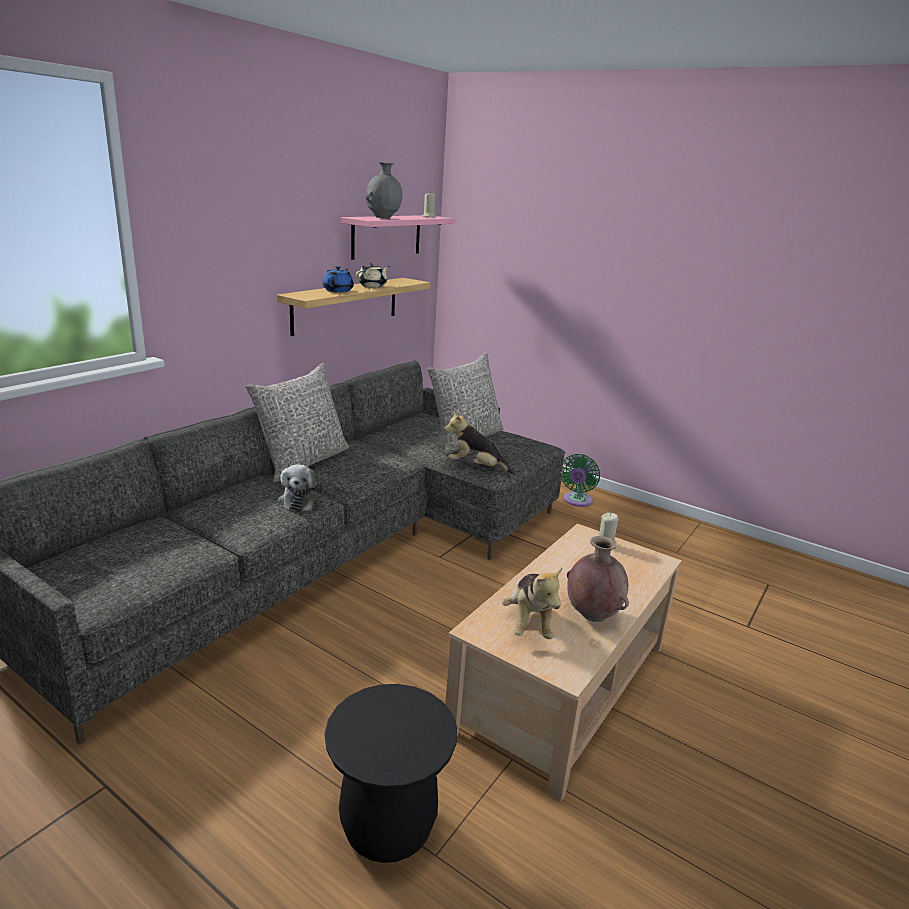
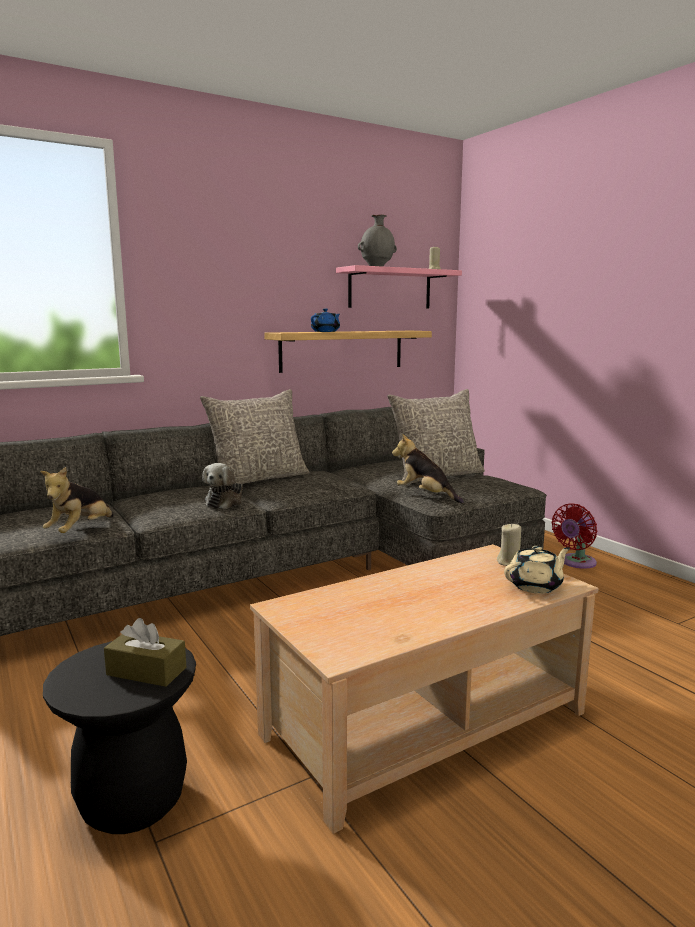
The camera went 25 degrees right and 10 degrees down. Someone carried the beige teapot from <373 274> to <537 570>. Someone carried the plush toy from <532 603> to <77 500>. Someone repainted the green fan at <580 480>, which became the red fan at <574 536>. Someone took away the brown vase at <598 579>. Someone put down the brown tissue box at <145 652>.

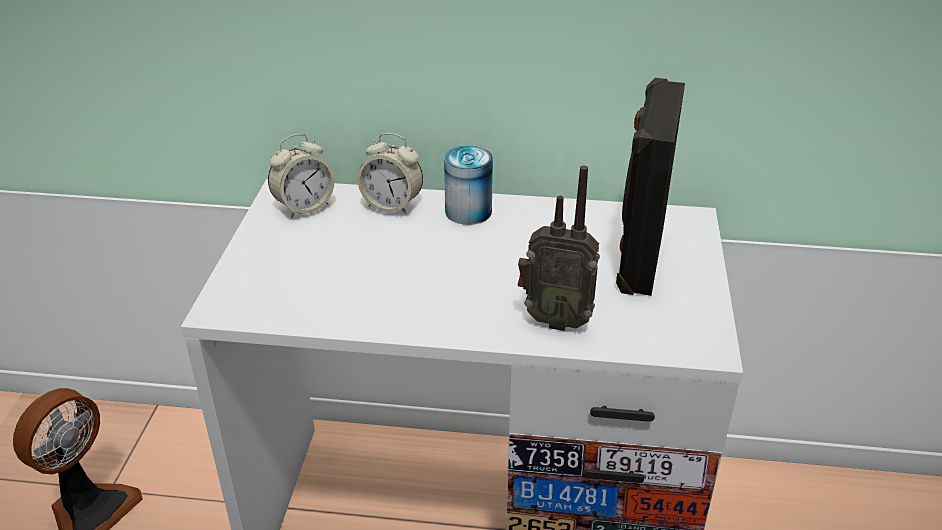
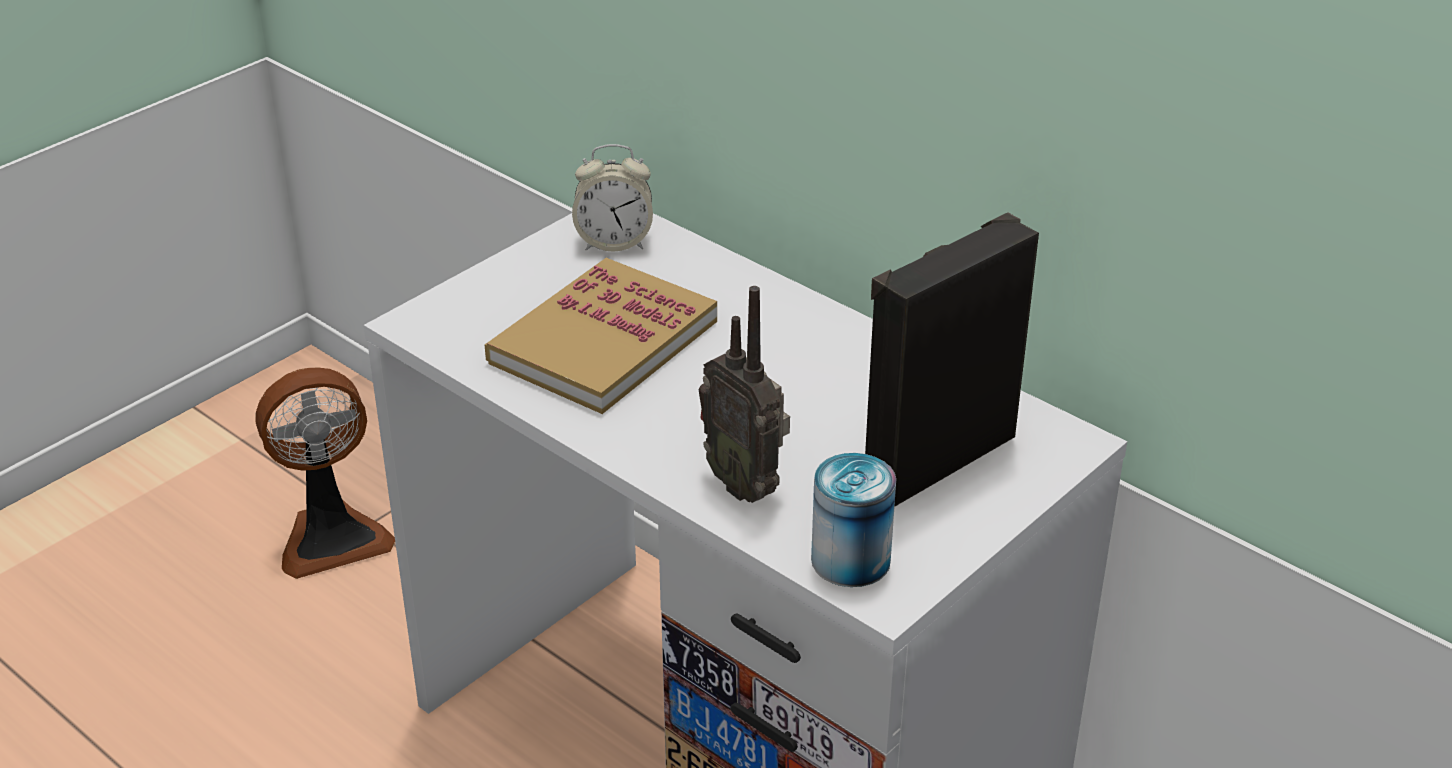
The camera went 35 degrees right and 0 degrees up. Someone took away the alarm clock at <390 174>. Someone carried the can from <468 185> to <853 520>. Someone put down the book at <601 336>.

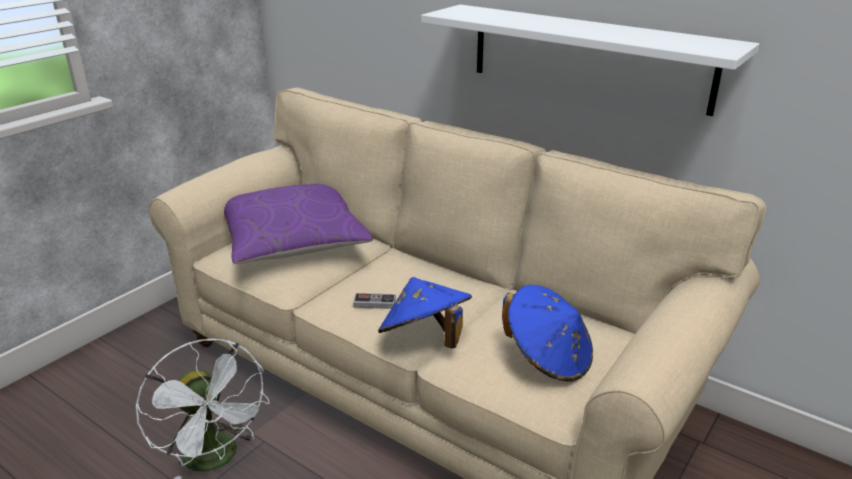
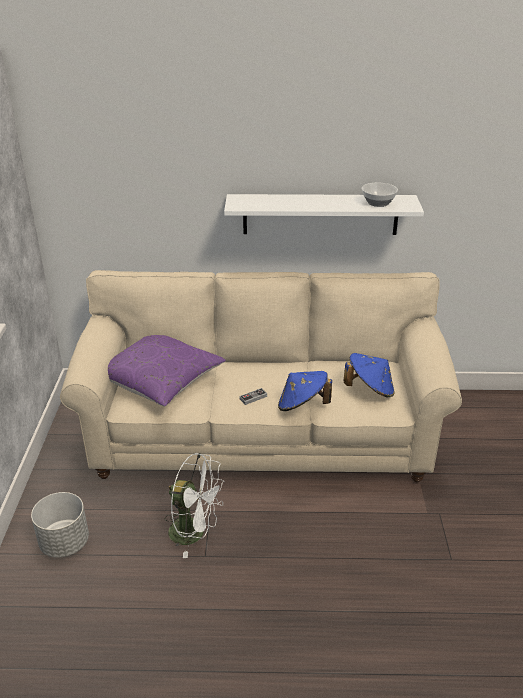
The camera went 35 degrees left and 5 degrees up. Someone put down the grey planter at <60 525>. Someone put down the bowl at <380 195>.

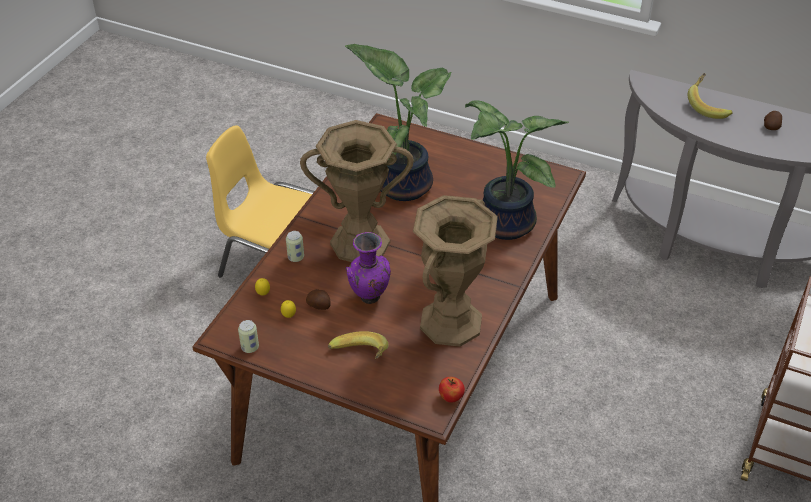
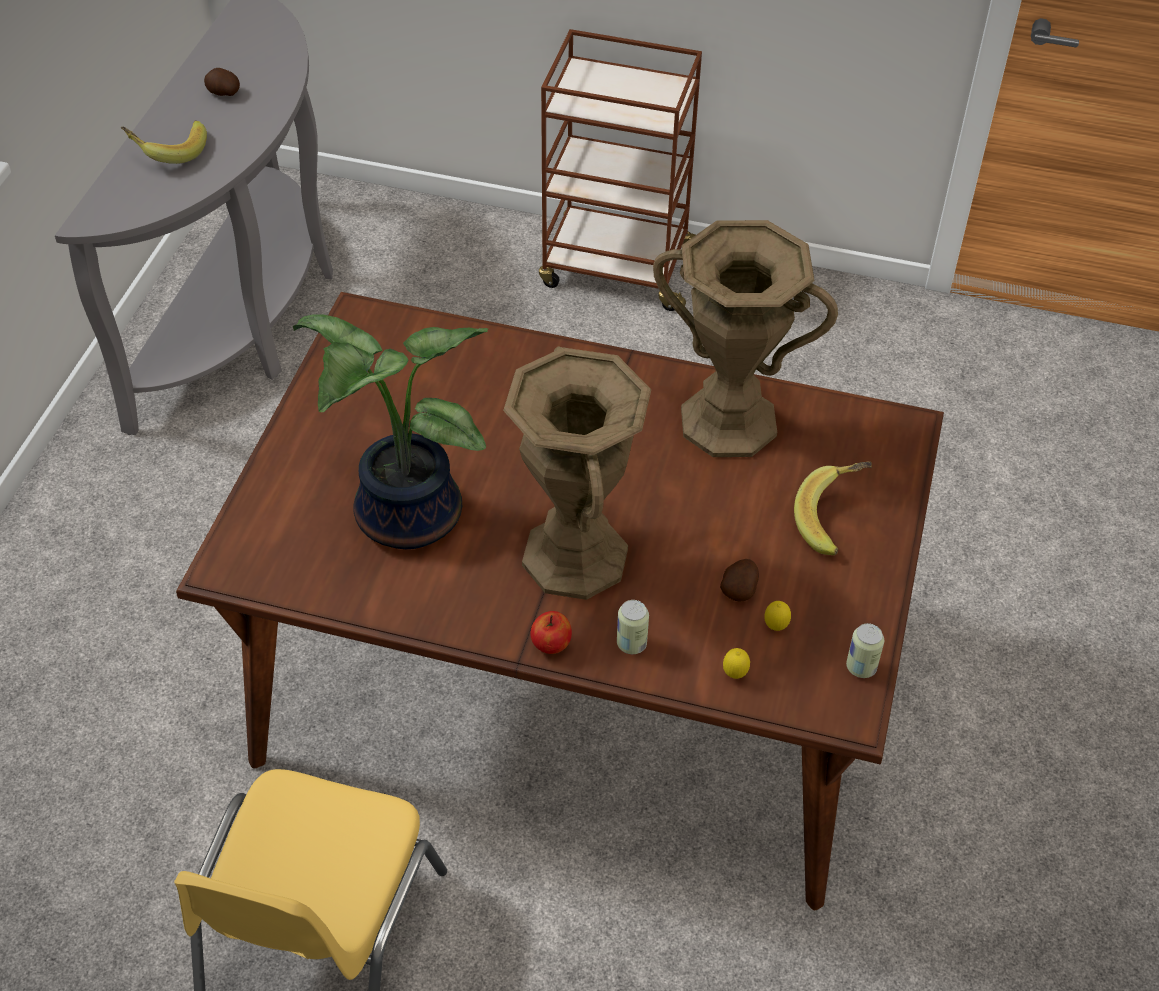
The camera went 100 degrees left and 5 degrees up. Someone took away the purple vase at <368 268>. Someone carried the apple from <452 390> to <551 632>. Someone took away the potted plant at <517 170>.

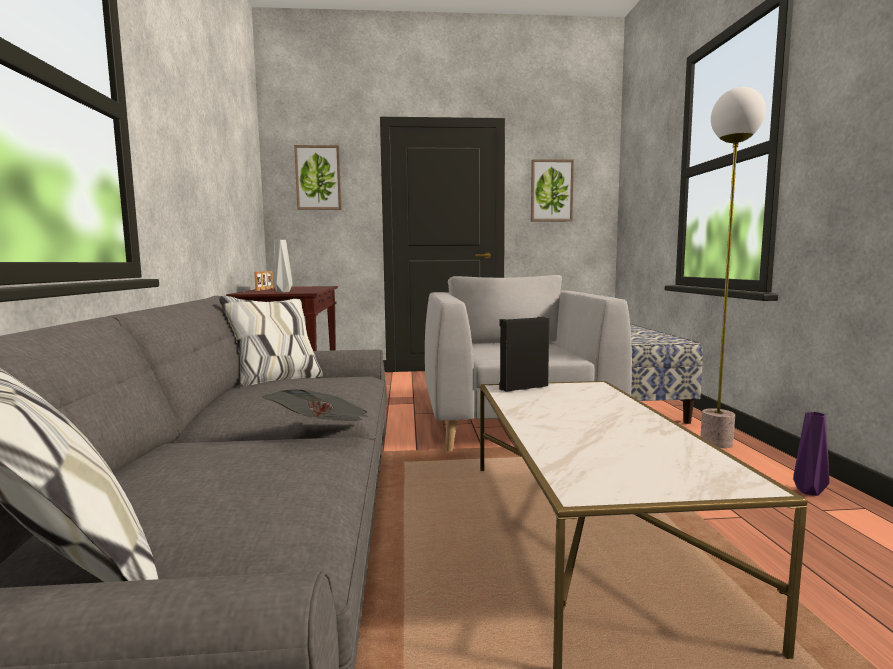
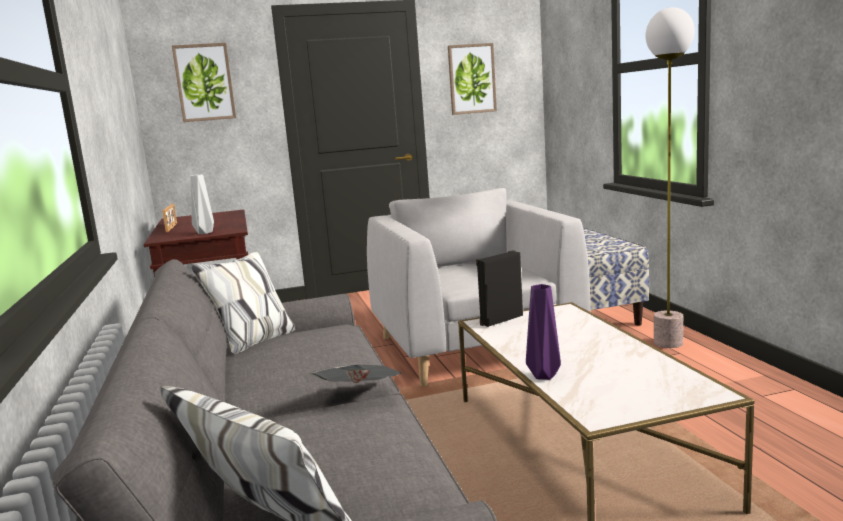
The camera went 10 degrees left and 5 degrees up. Someone carried the purple vase from <811 454> to <543 332>.

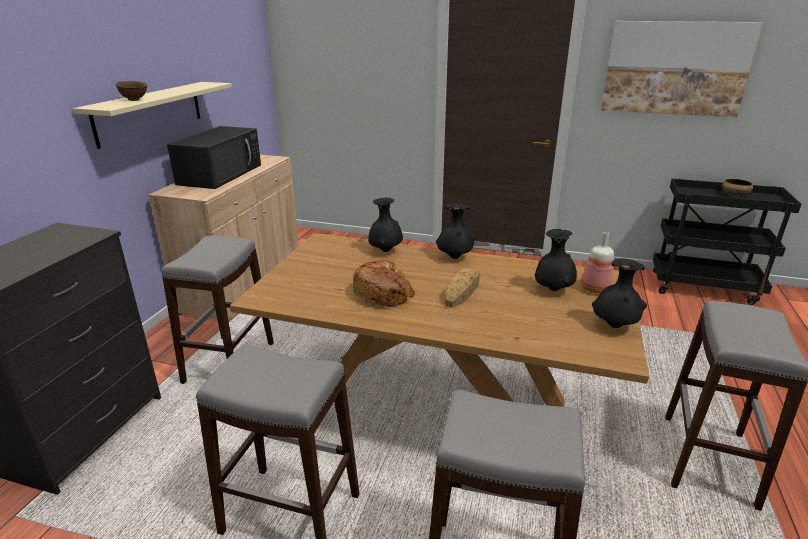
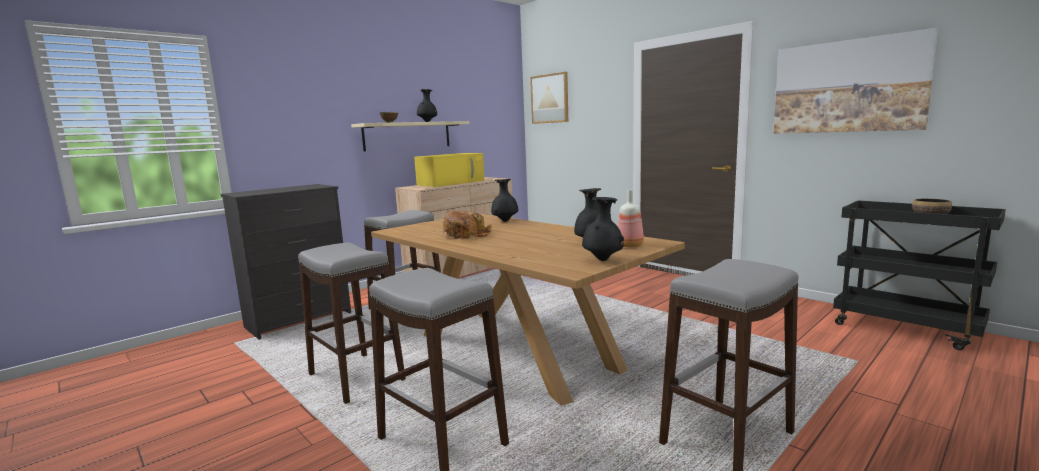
The camera went 30 degrees right and 15 degrees down. Someone repainted the black microwave at <214 157>, which became the yellow microwave at <449 170>. Someone carried the black vase from <456 231> to <427 105>. Someone took away the bread at <462 288>. Someone put up the picture at <549 98>.

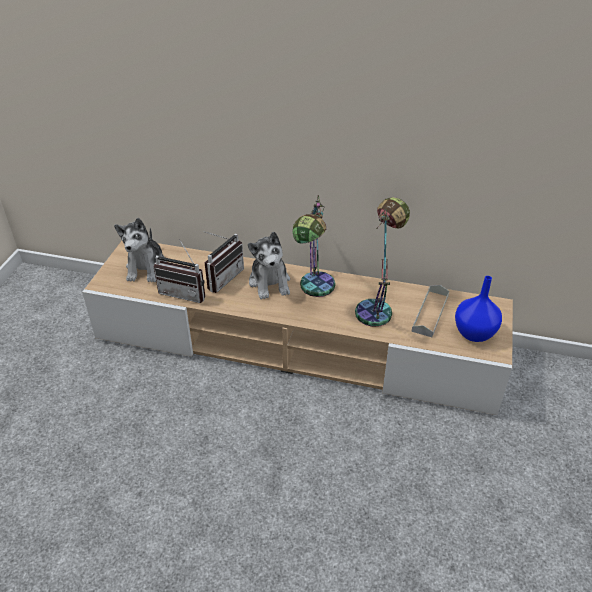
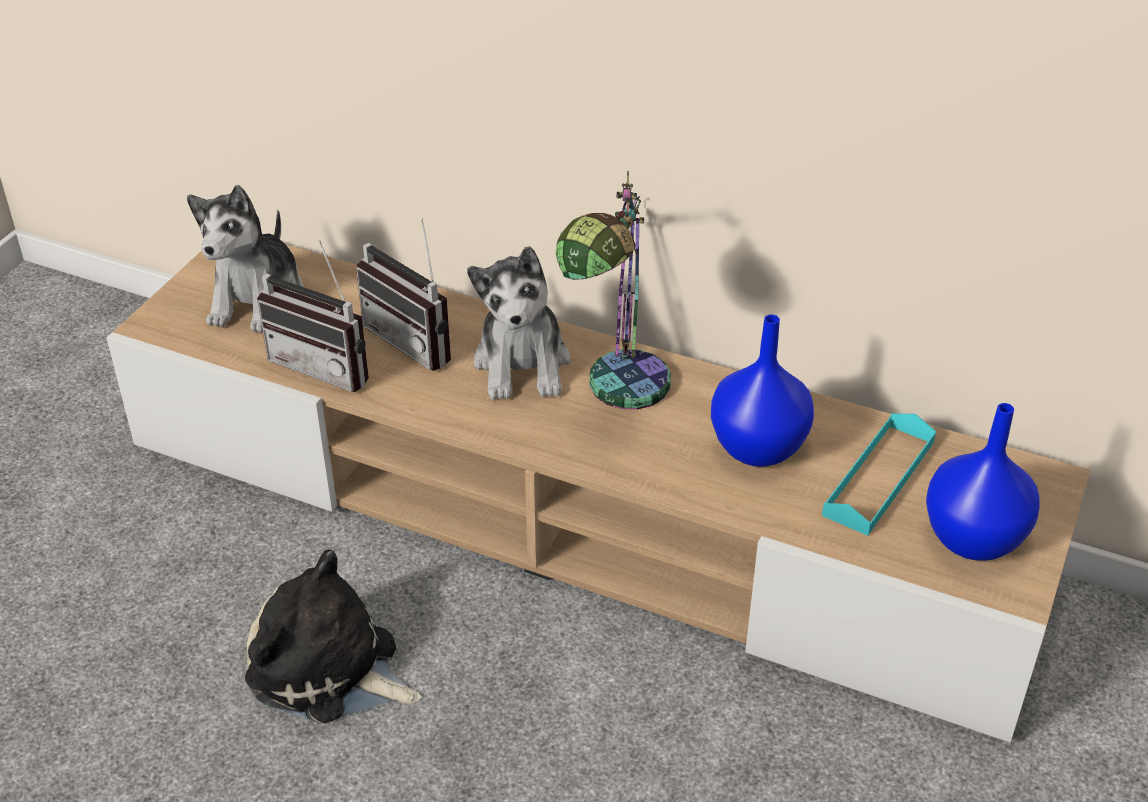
The camera went 10 degrees right and 0 degrees up. Someone rotated the radio at <224 262> by 90 degrees clockwise. Someone swapped the table lamp at <382 262> for the blue vase at <762 391>. Someone repainted the grey tray at <430 311>, which became the turquoise tray at <879 475>. Someone put down the plush toy at <333 636>.

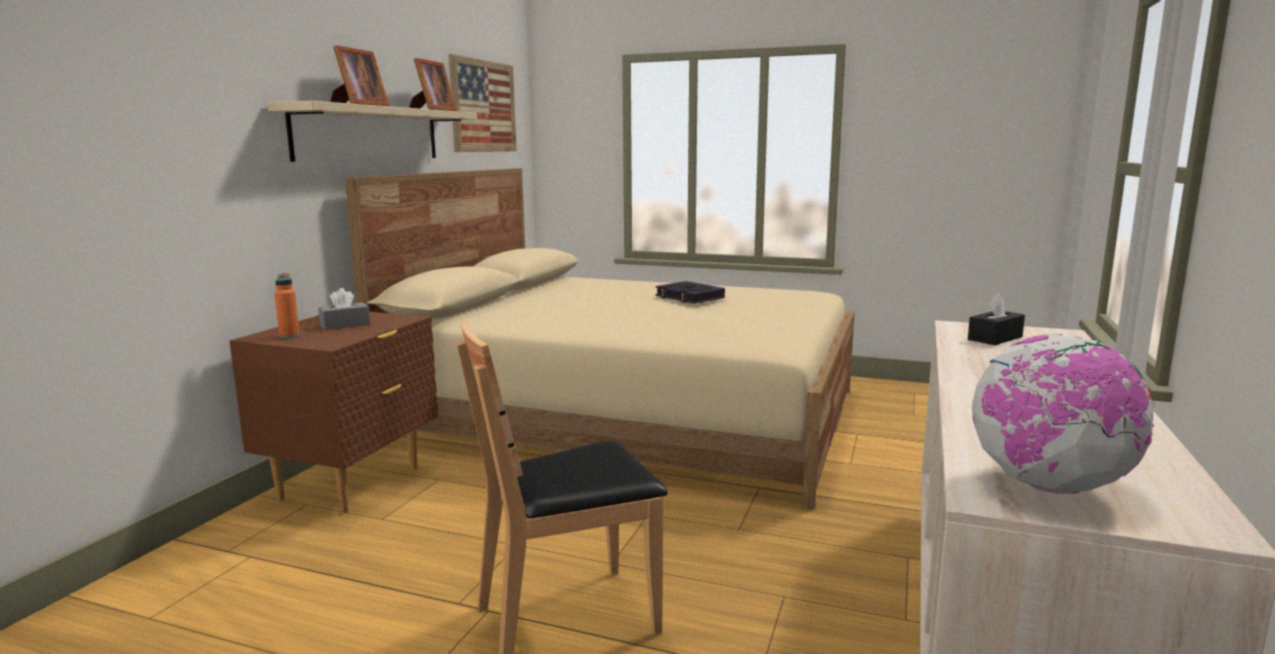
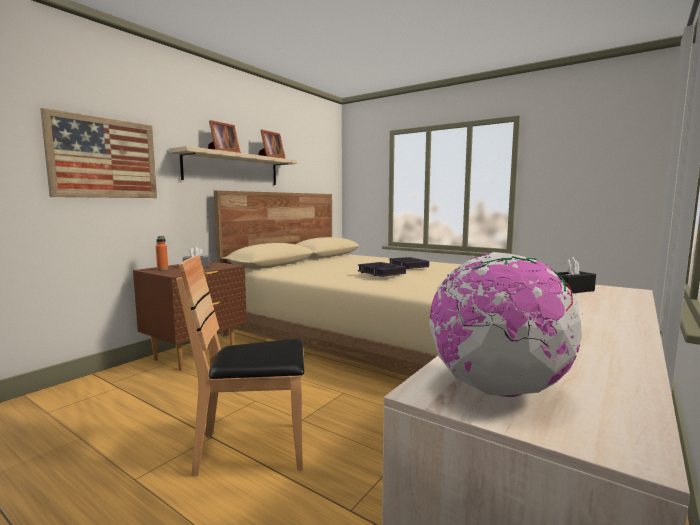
The camera went 15 degrees right and 5 degrees down. Someone carried the picture from <483 103> to <98 153>. Someone put down the book at <382 269>.

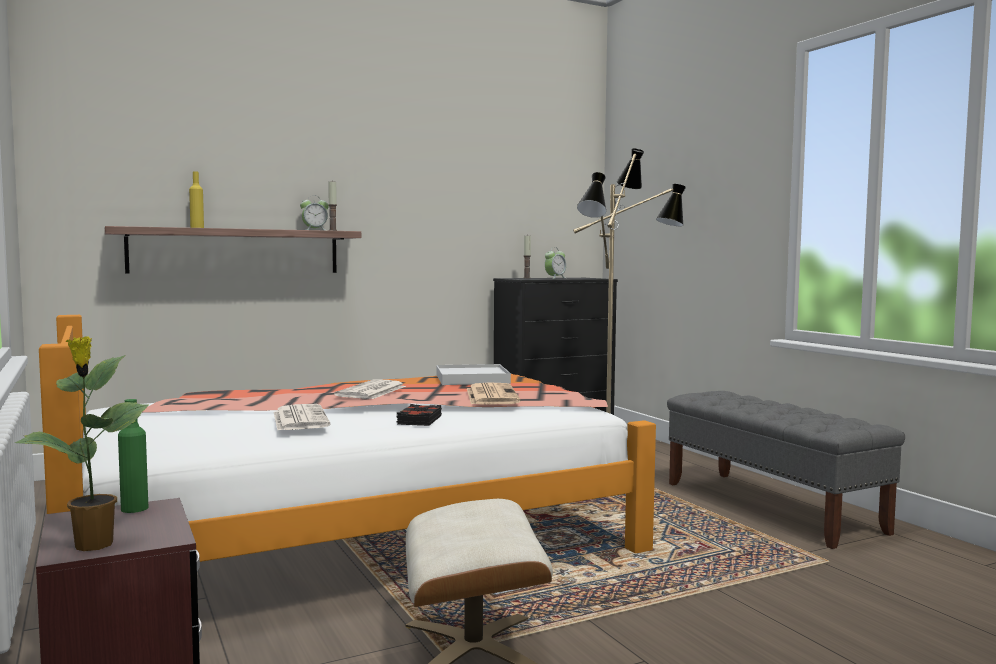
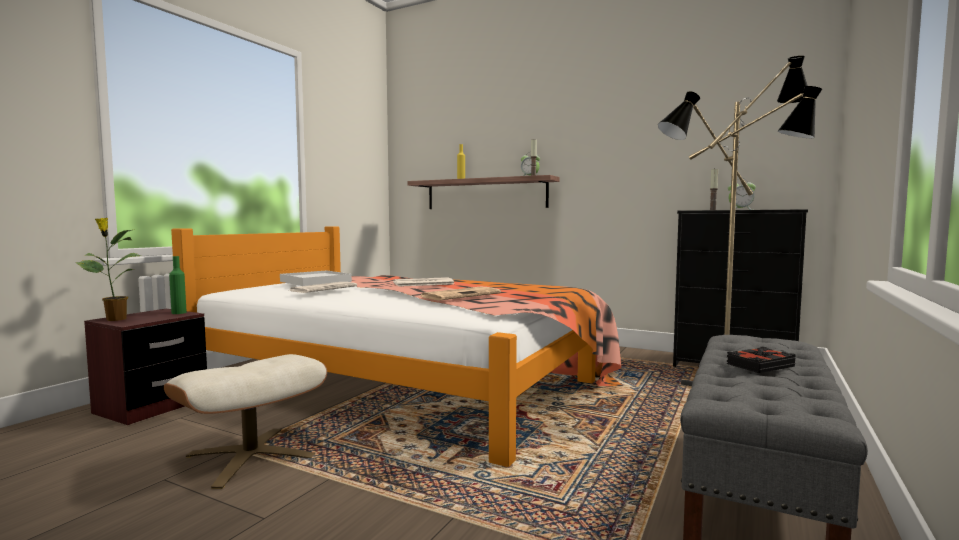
The camera went 55 degrees right and 0 degrees up. Someone carried the black book from <419 415> to <761 360>. Someone carried the white tray from <473 374> to <316 278>.

